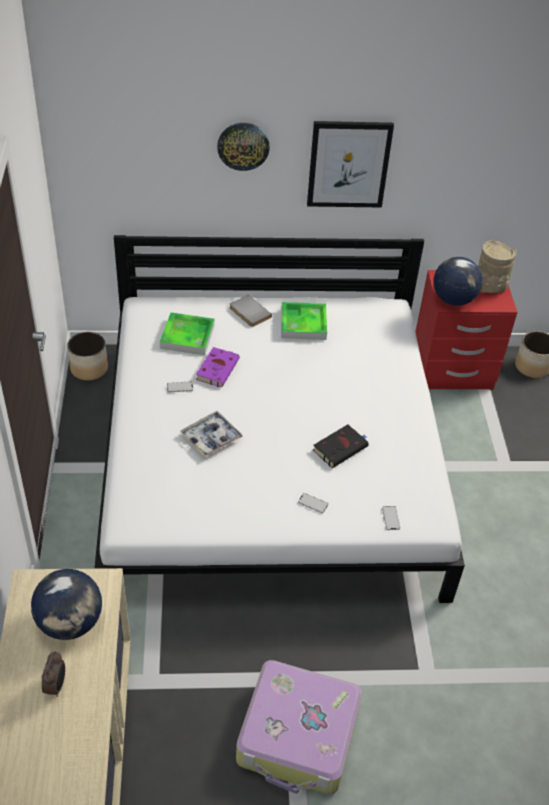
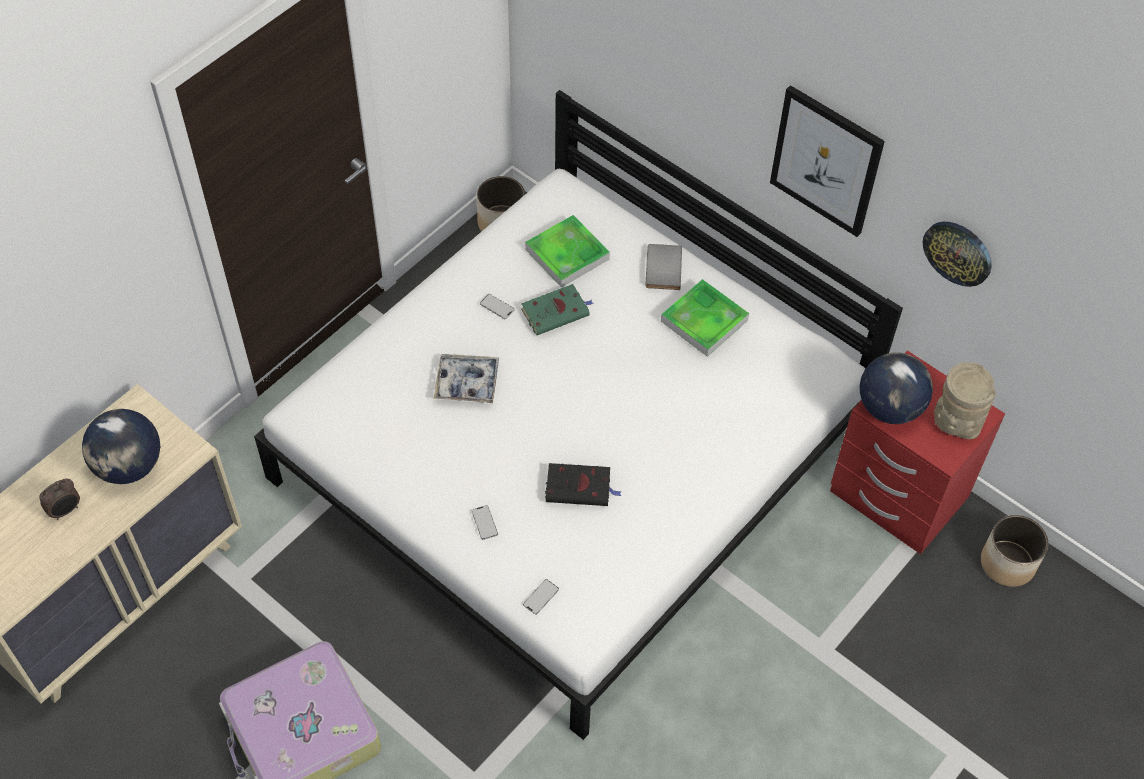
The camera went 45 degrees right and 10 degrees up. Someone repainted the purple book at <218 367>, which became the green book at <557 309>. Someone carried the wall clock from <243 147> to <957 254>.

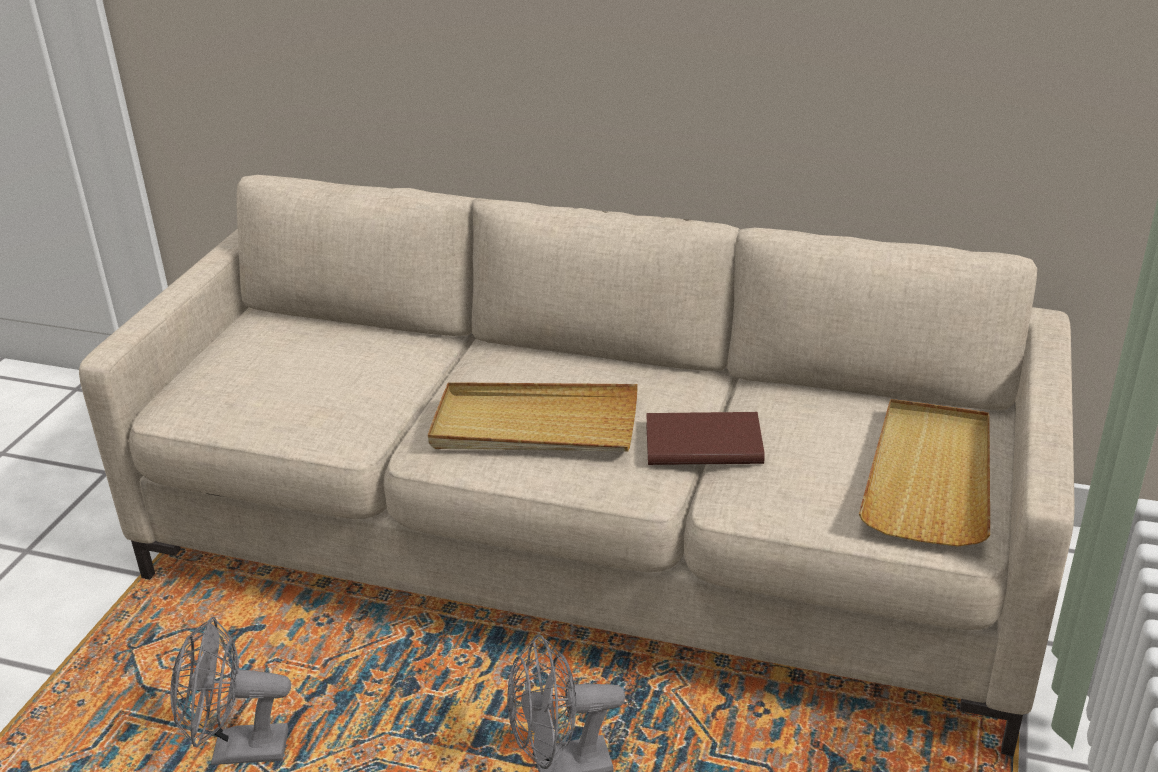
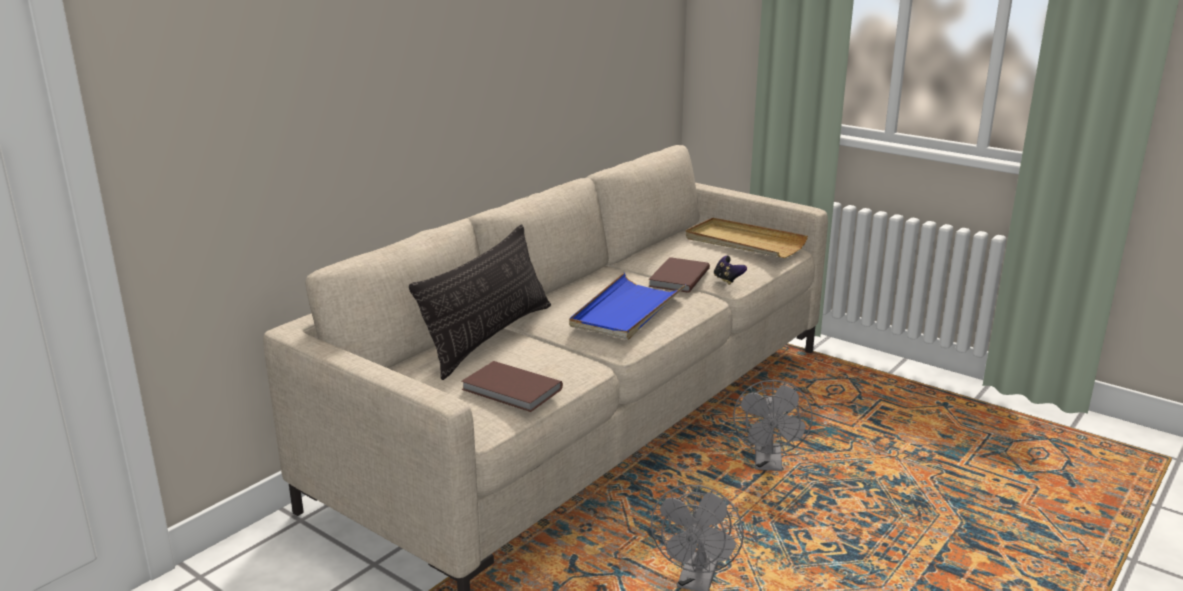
The camera went 70 degrees left and 10 degrees down. Someone repainted the beige tray at <533 416>, which became the blue tray at <627 306>. Someone put down the pillow at <480 302>. Someone put down the brown book at <512 386>. Someone put down the game controller at <730 270>.

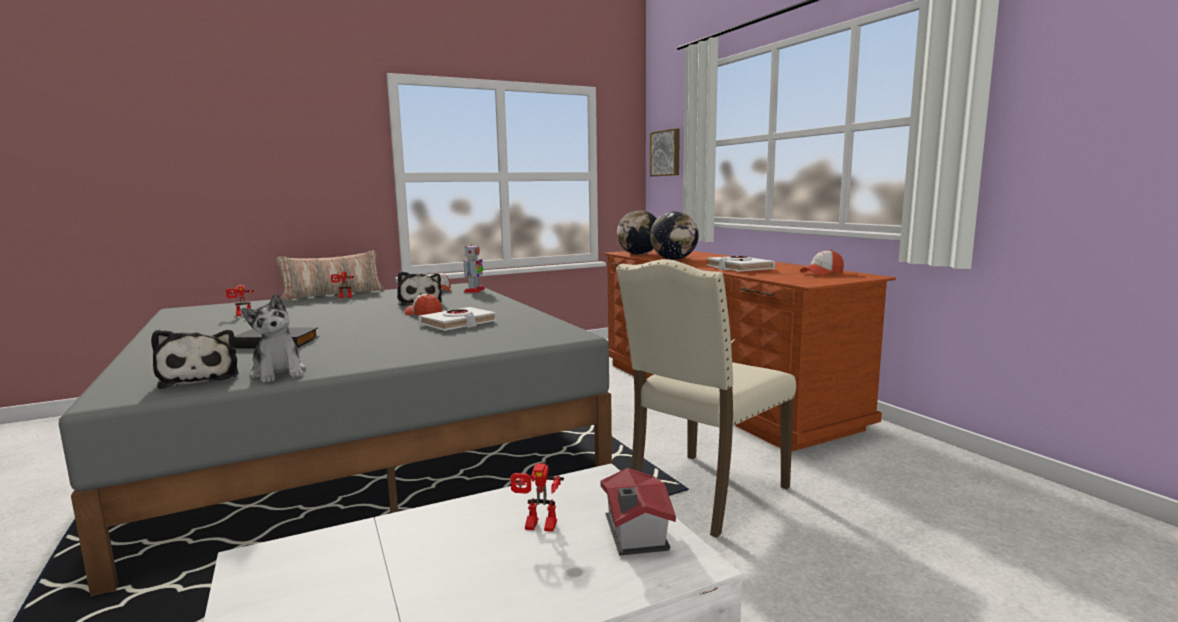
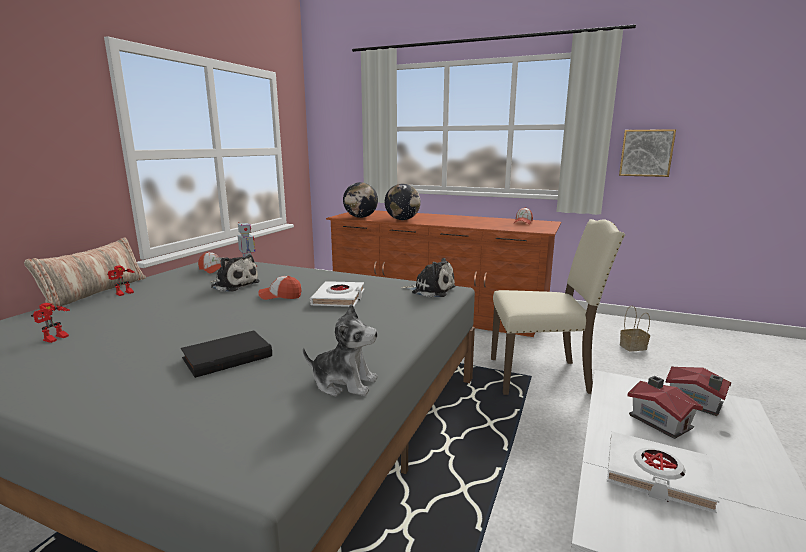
The camera went 40 degrees left and 5 degrees up. Someone carried the plush toy from <195 359> to <428 277>. Someone swapped the toy robot at <537 497> for the toy house at <665 407>. Someone rotated the beige chair at <706 398> by 90 degrees counterclockwise. Someone carried the picture from <665 152> to <647 153>. Someone carried the white book from <741 263> to <663 472>. Someone put down the basket at <635 328>.

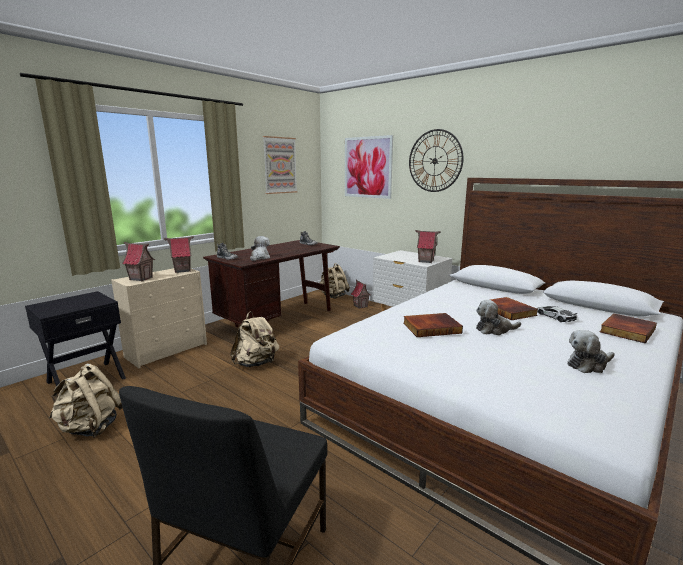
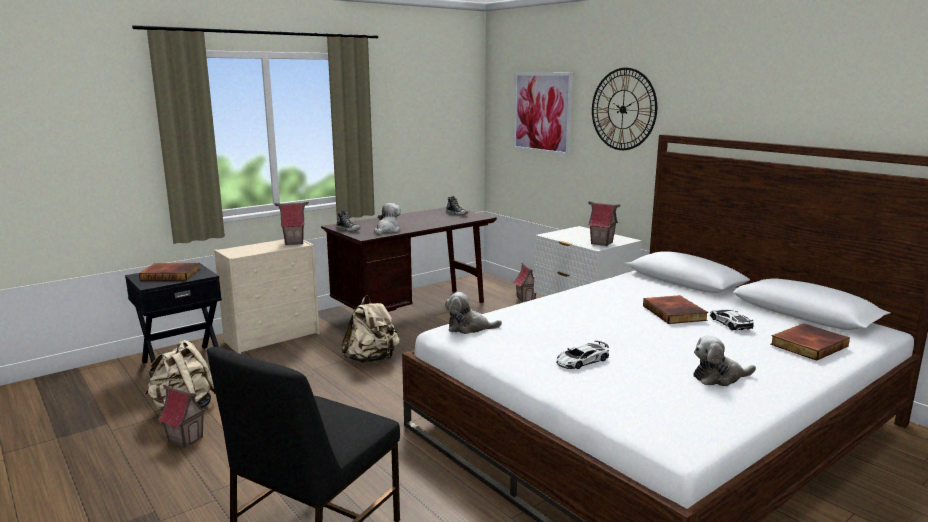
The camera went 10 degrees right and 0 degrees up. Someone carried the toy house from <138 261> to <182 416>. Someone took away the picture at <280 165>. Someone took away the beige backpack at <335 281>. Someone carried the book from <433 325> to <169 272>. Someone carried the plush toy from <498 317> to <473 313>. Someone put down the toy car at <582 355>.

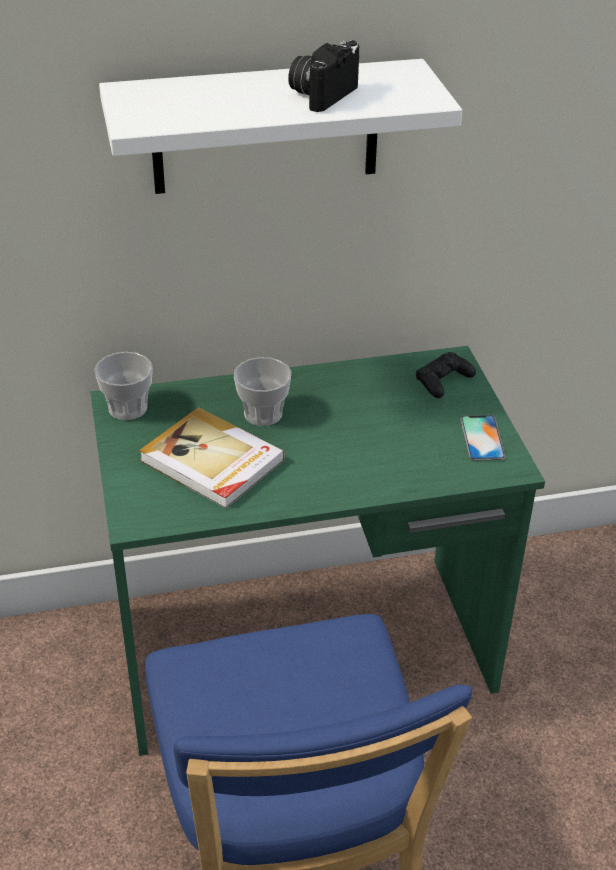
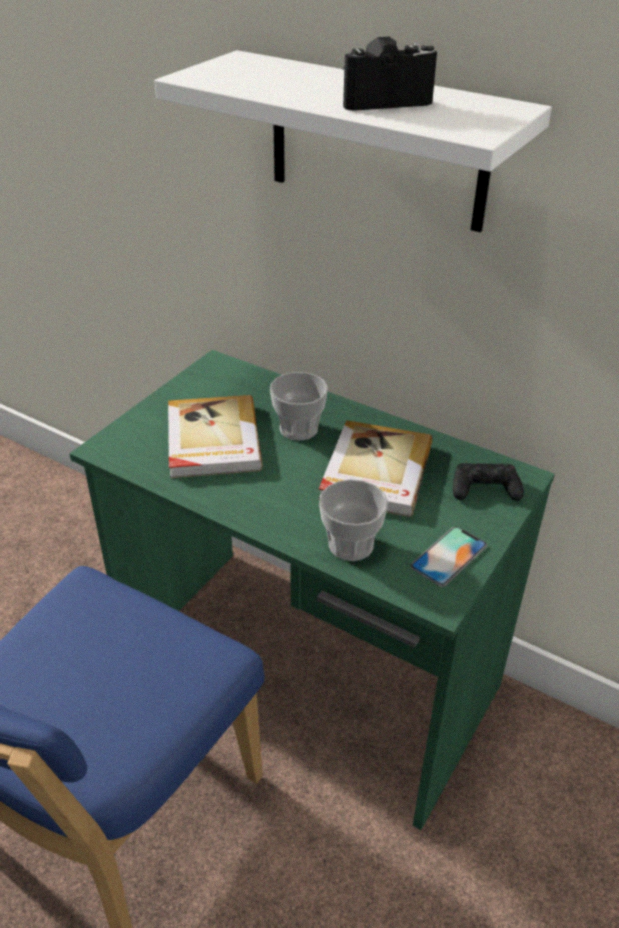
The camera went 45 degrees right and 0 degrees up. Someone carried the cup from <123 386> to <353 520>. Someone put down the book at <375 468>.

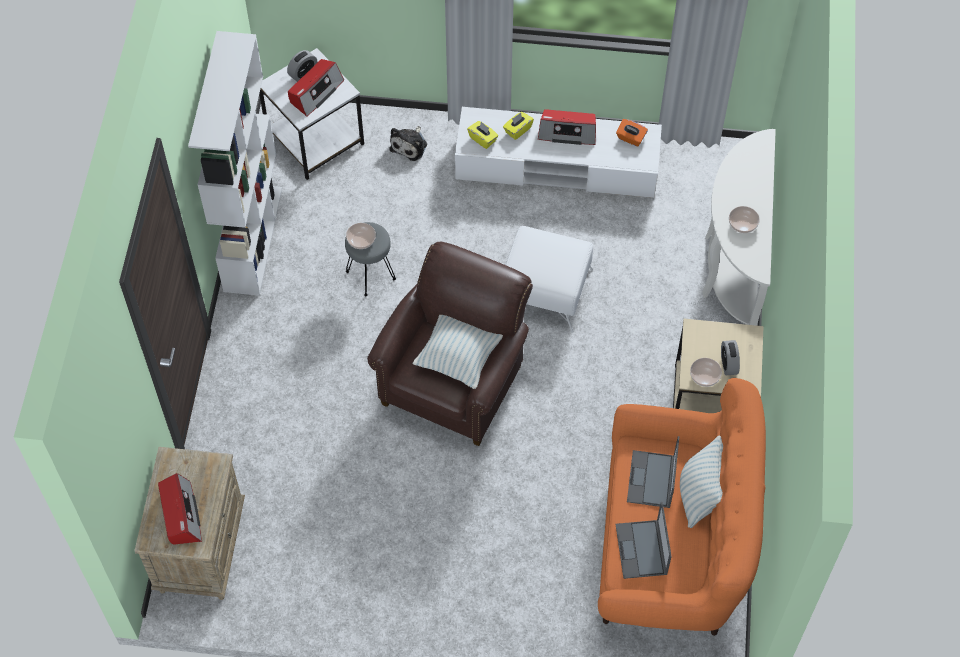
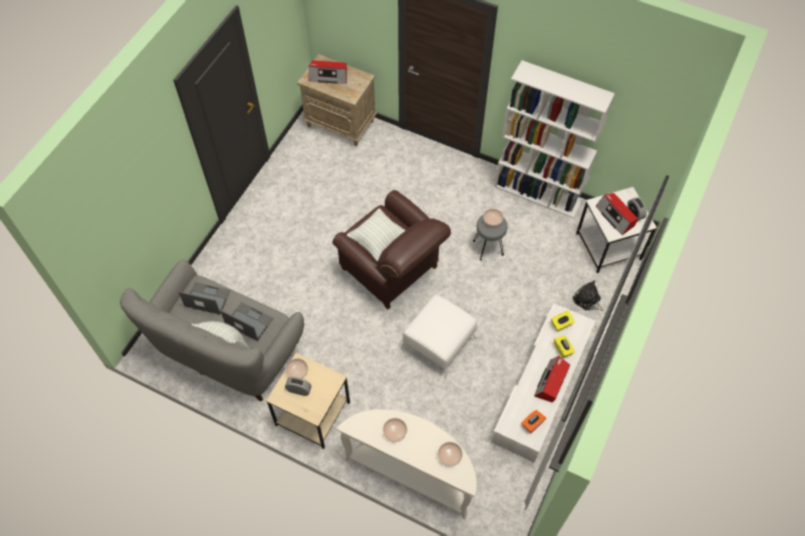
The camera went 110 degrees right and 0 degrees up. Someone repainted the orange sofa at <682 507>, which became the grey sofa at <212 330>. Someone put down the bowl at <450 454>.

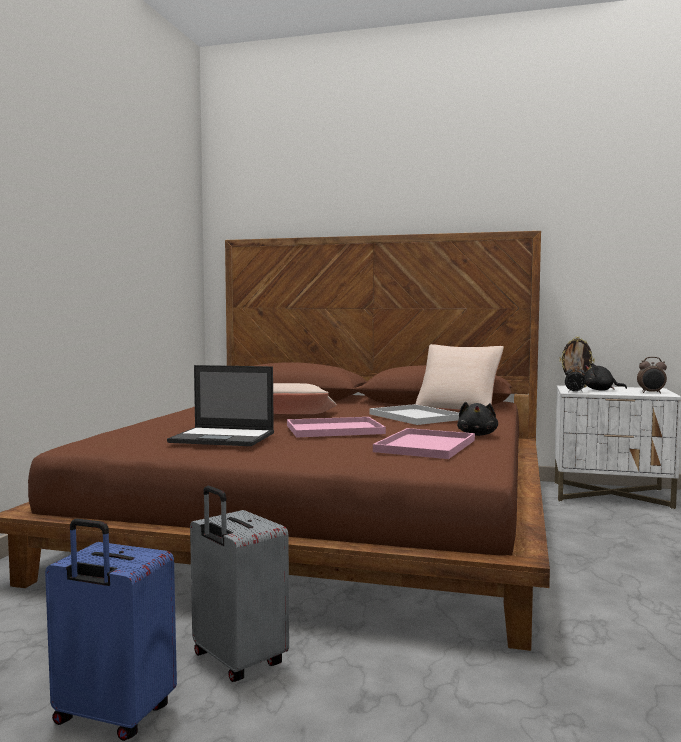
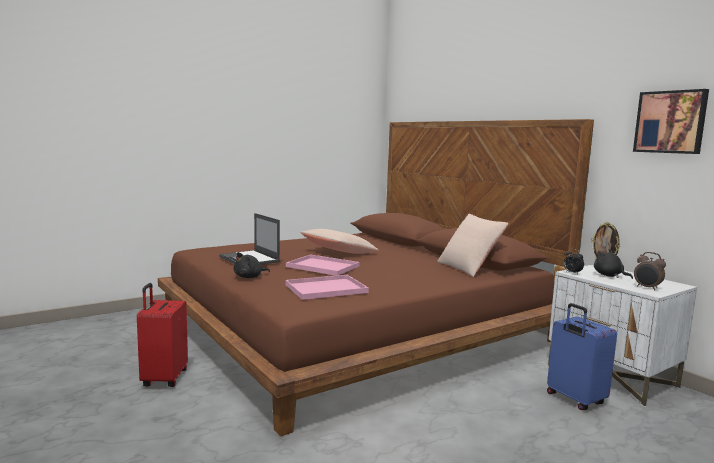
The camera went 40 degrees right and 5 degrees up. Someone carried the blue suitcase from <111 630> to <582 356>. Someone repainted the grey suitcase at <239 584>, which became the red suitcase at <162 335>. Someone took away the white tray at <414 414>. Someone carried the black plush toy from <477 419> to <252 265>. Someone put up the picture at <671 121>.

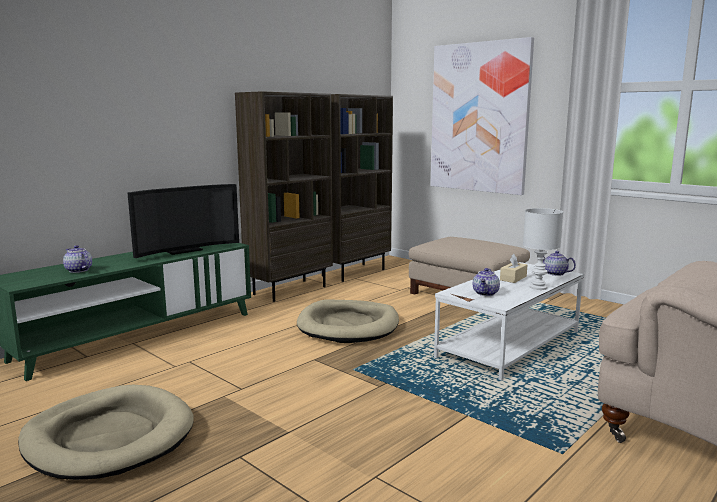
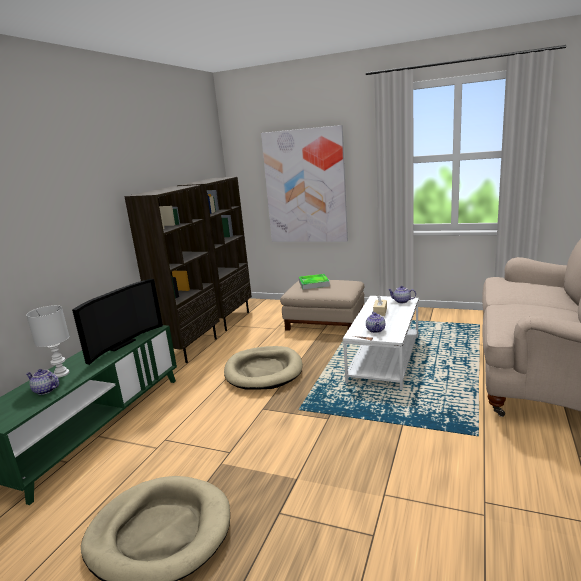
The camera went 20 degrees left and 5 degrees up. Someone carried the white table lamp from <543 249> to <47 341>. Someone put down the tray at <314 281>.

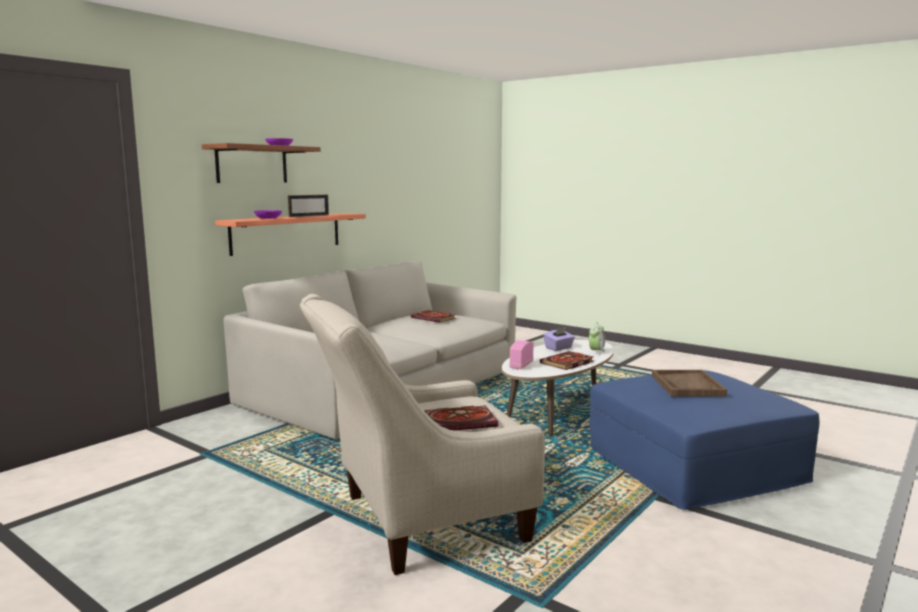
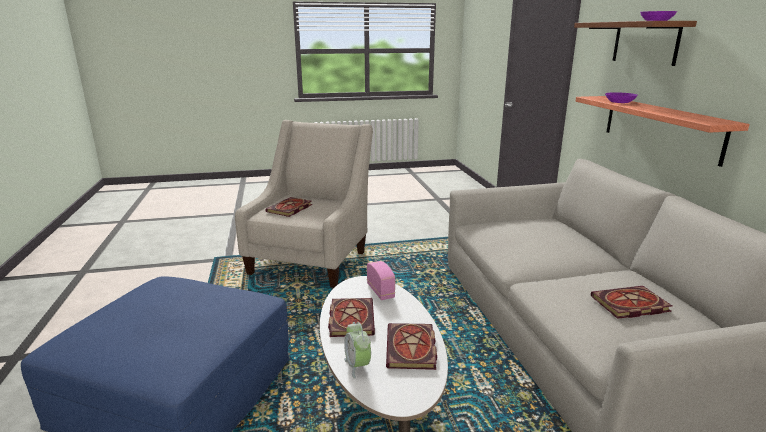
The camera went 130 degrees right and 10 degrees up. Someone took away the picture frame at <308 206>. Someone swapped the purple tissue box at <559 339> for the book at <411 346>. Someone took away the brown tray at <689 383>.

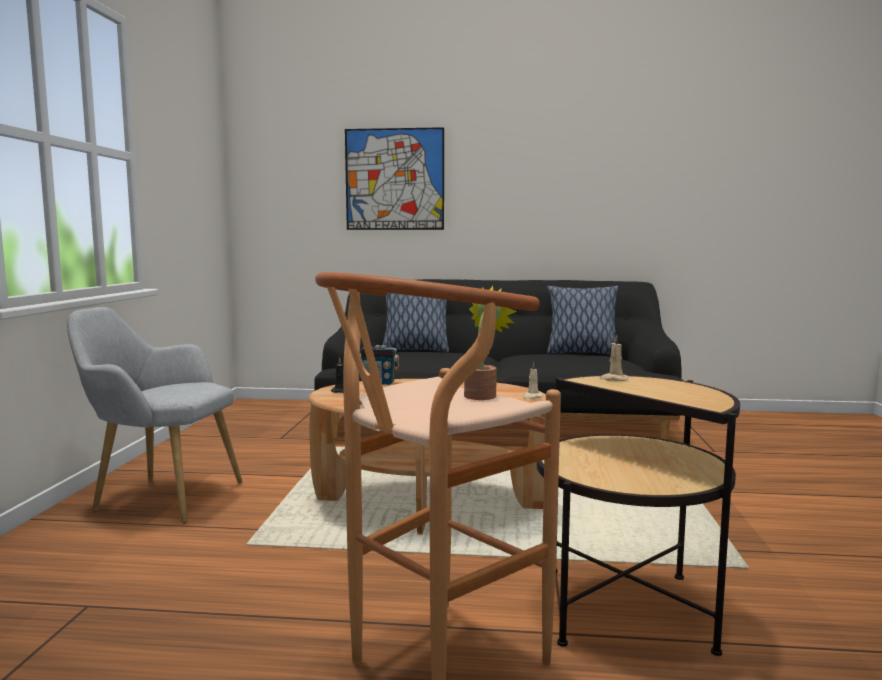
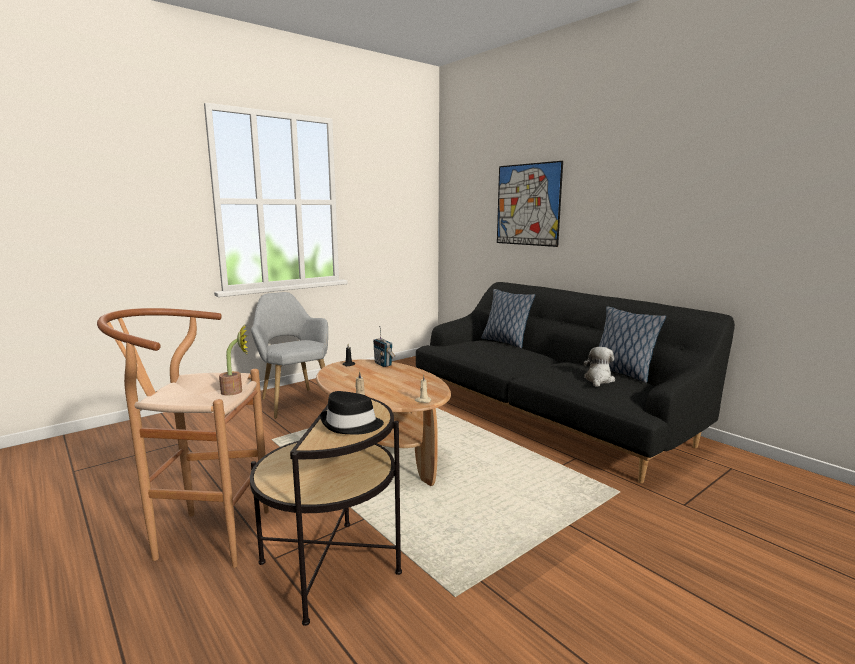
The camera went 45 degrees right and 5 degrees up. Someone put down the black hat at <352 412>. Someone put down the plush toy at <599 367>.

